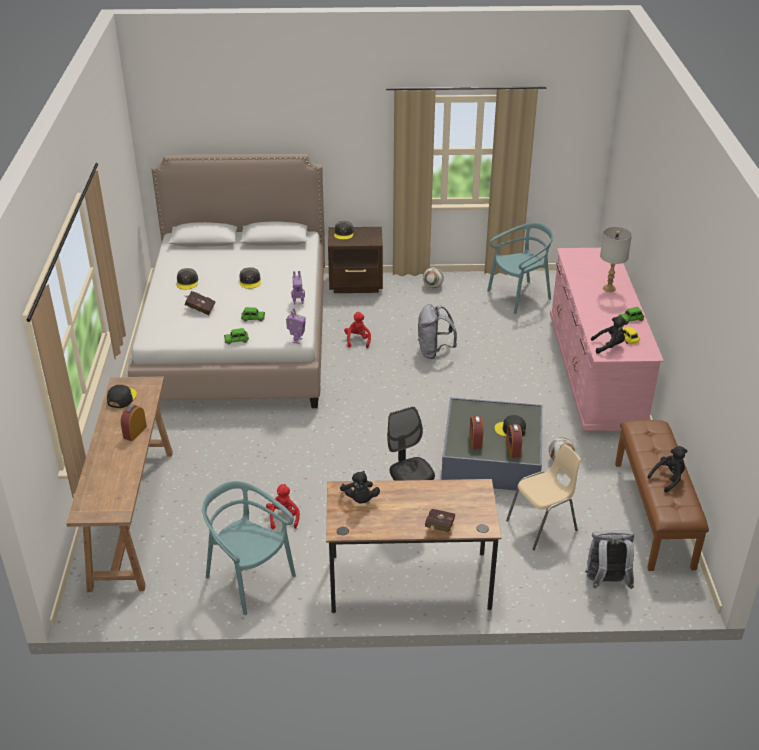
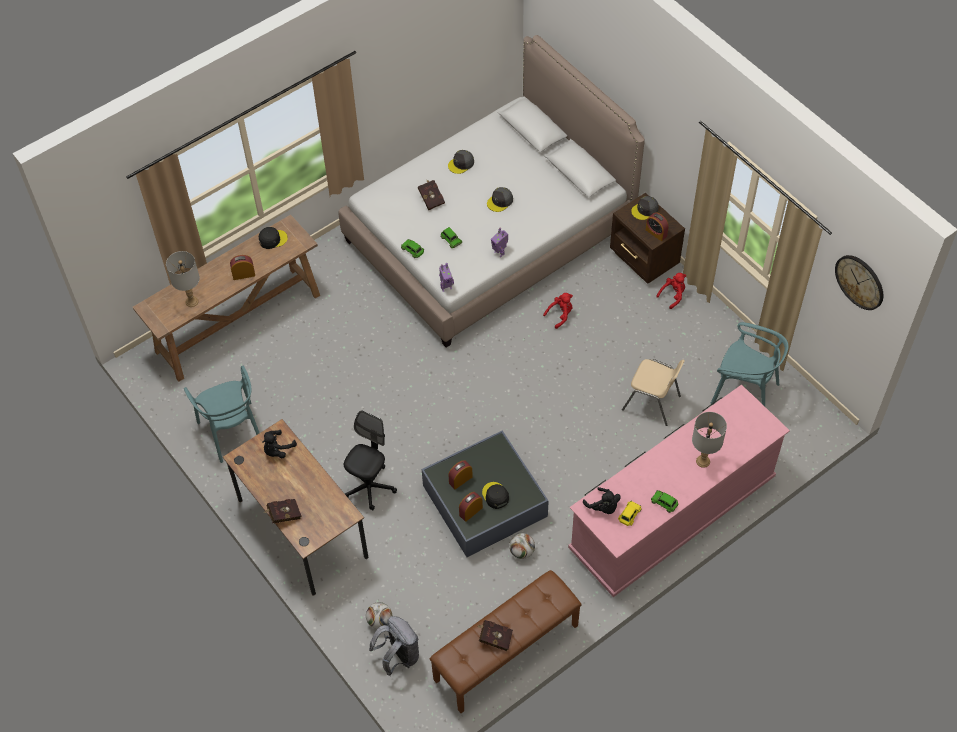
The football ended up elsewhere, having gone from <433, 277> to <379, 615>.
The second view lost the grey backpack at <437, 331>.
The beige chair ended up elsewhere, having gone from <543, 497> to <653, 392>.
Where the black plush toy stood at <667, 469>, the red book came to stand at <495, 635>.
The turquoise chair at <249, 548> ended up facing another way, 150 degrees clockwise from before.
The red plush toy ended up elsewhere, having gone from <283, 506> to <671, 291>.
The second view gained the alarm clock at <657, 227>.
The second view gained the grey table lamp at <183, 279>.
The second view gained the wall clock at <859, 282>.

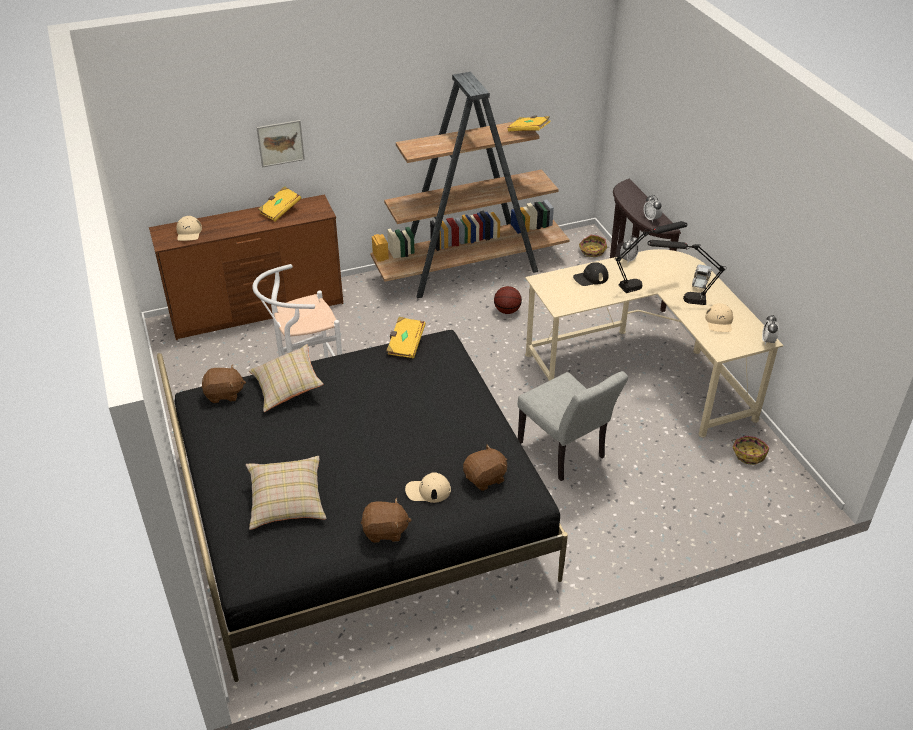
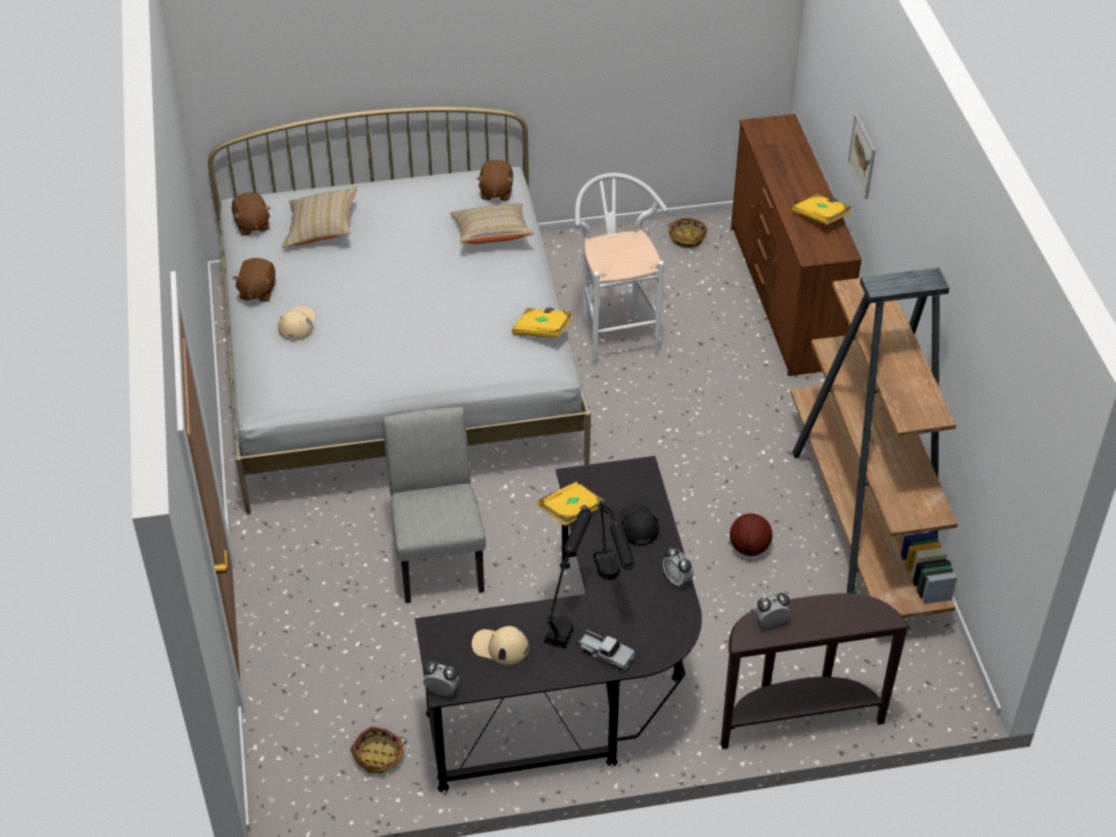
The yellow book ended up elsewhere, having gone from <529, 123> to <571, 504>.
The second view lost the beige cap at <189, 228>.
The basket ended up elsewhere, having gone from <593, 246> to <687, 233>.
What was the beige desk at <654, 343> turned into the black desk at <558, 624>.
What was the black bed at <362, 506> turned into the white bed at <399, 310>.
The grey chair at <573, 426> ended up facing another way, 105 degrees clockwise from before.
The brown plush toy ended up elsewhere, having gone from <485, 467> to <251, 213>.

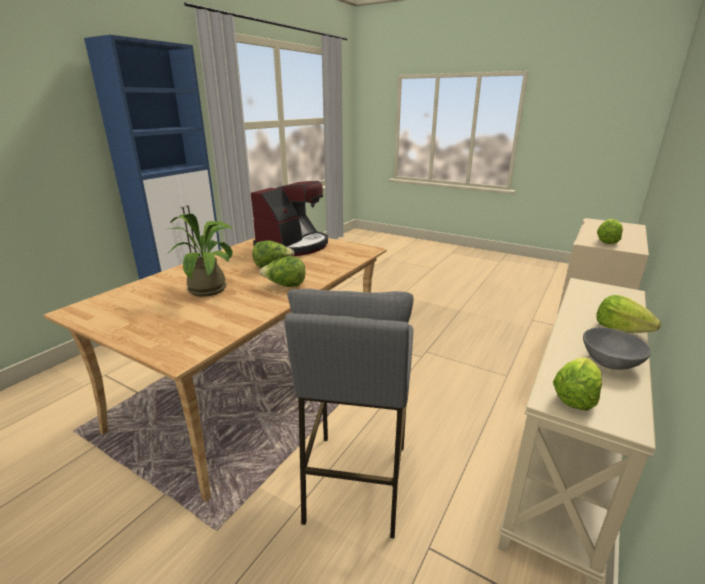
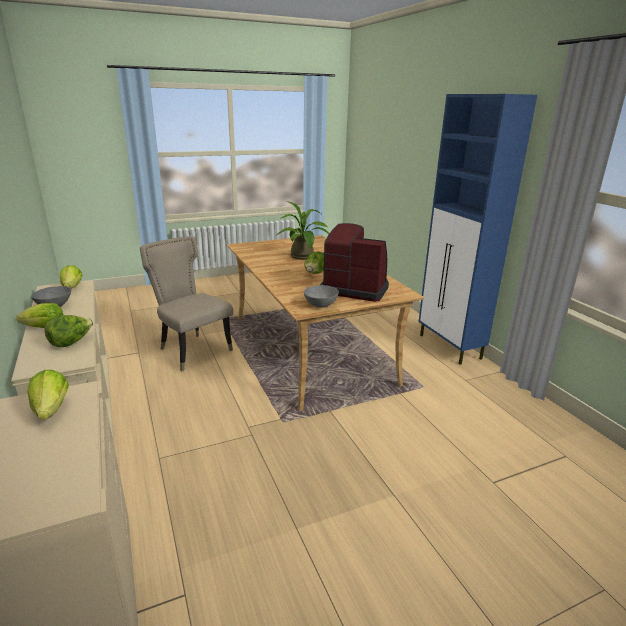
The coffee machine at <289, 218> ended up facing another way, 135 degrees clockwise from before.
The lettuce ended up elsewhere, having gone from <282, 271> to <68, 331>.
Where the grey stool stood at <349, 414>, the beige chair came to stand at <186, 303>.
The second view gained the grey bowl at <321, 296>.

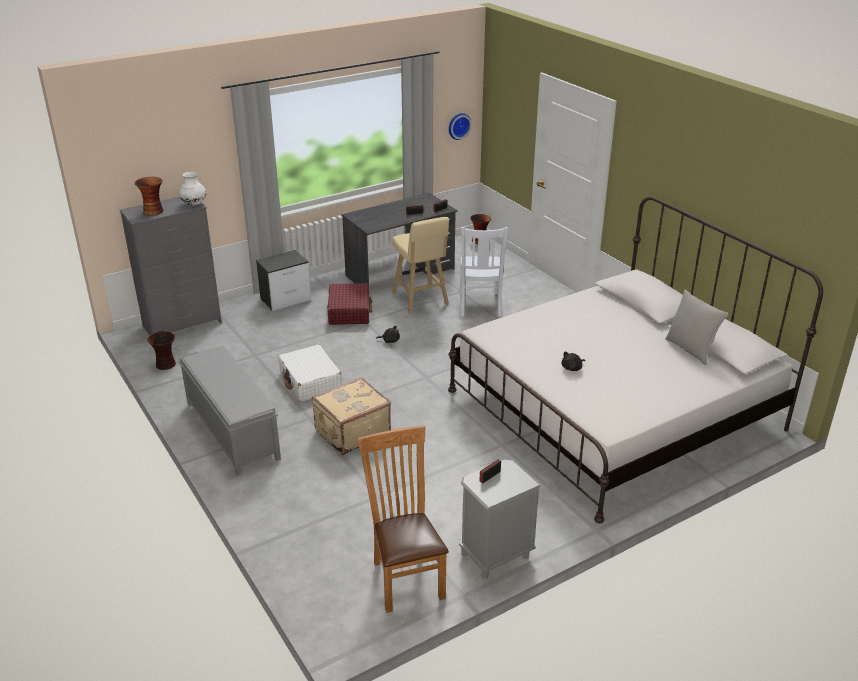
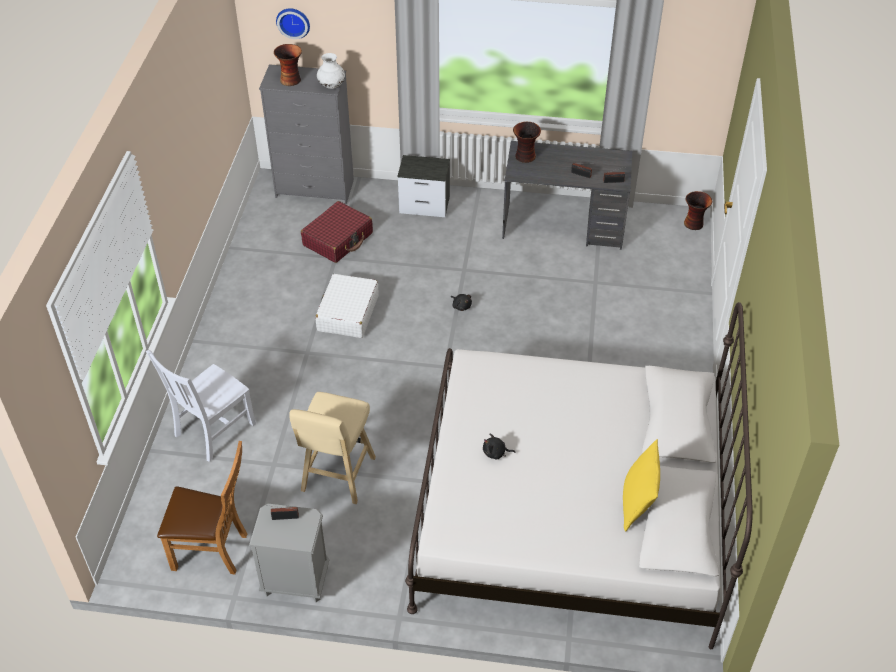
The wall clock ended up elsewhere, having gone from <460, 126> to <293, 24>.
The beige stool ended up elsewhere, having gone from <420, 265> to <332, 448>.
The white chair ended up elsewhere, having gone from <484, 271> to <201, 406>.
The red suitcase ended up elsewhere, having gone from <349, 304> to <337, 232>.
What was the grey pillow at <697, 327> turned into the yellow pillow at <641, 485>.
The vase ended up elsewhere, having gone from <161, 350> to <527, 142>.
The second view lost the grey bench at <230, 411>.
The second view lost the beige suitcase at <351, 416>.
The brown chair at <403, 519> ended up facing another way, 75 degrees clockwise from before.

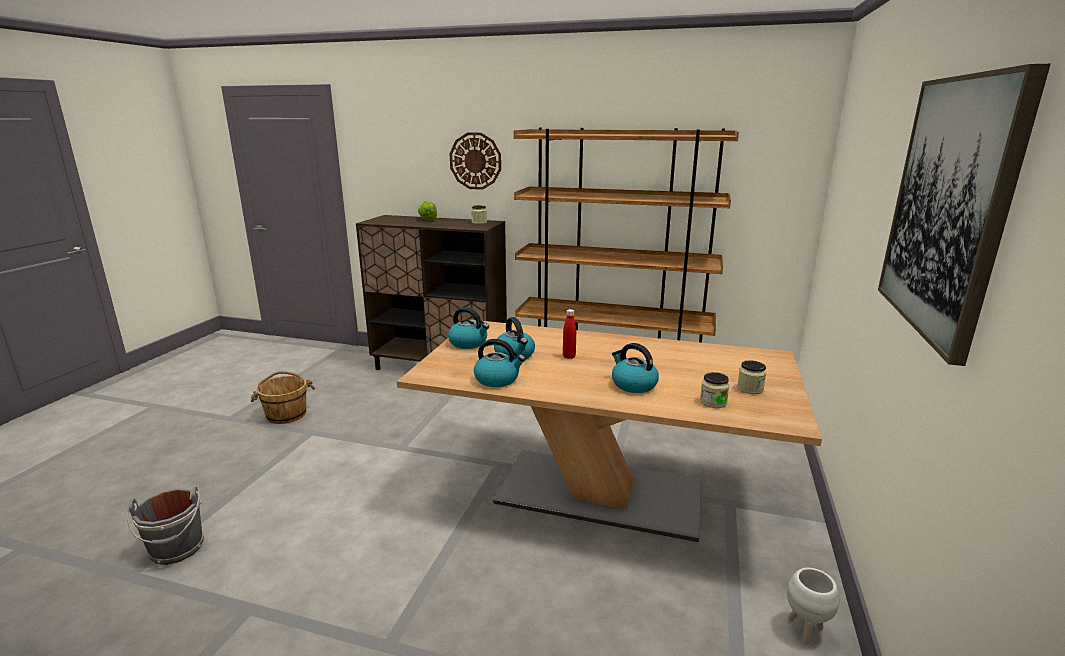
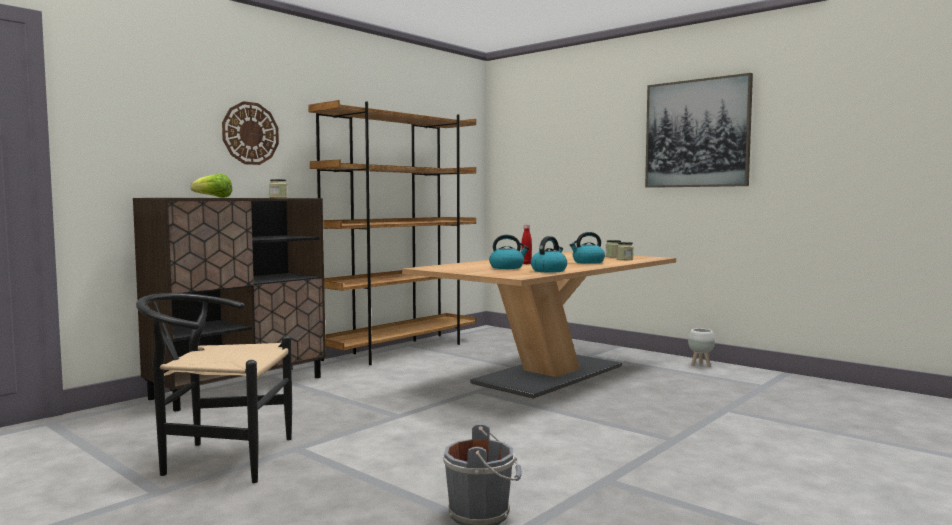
The second view lost the kettle at <468, 328>.
Where the brown bucket stood at <283, 397>, the black chair came to stand at <214, 388>.

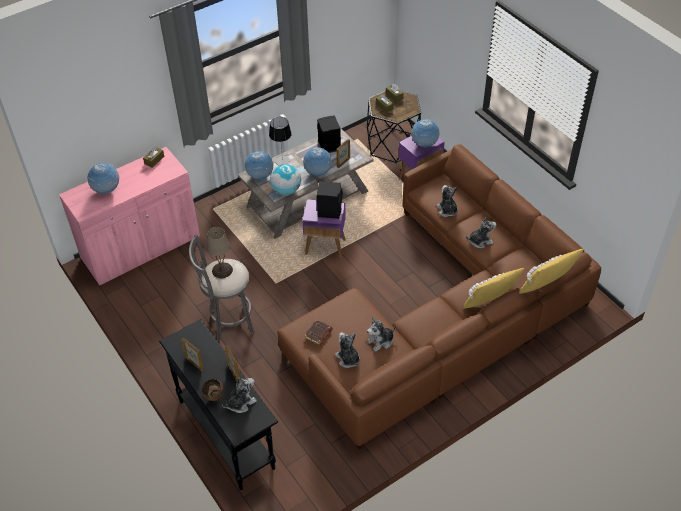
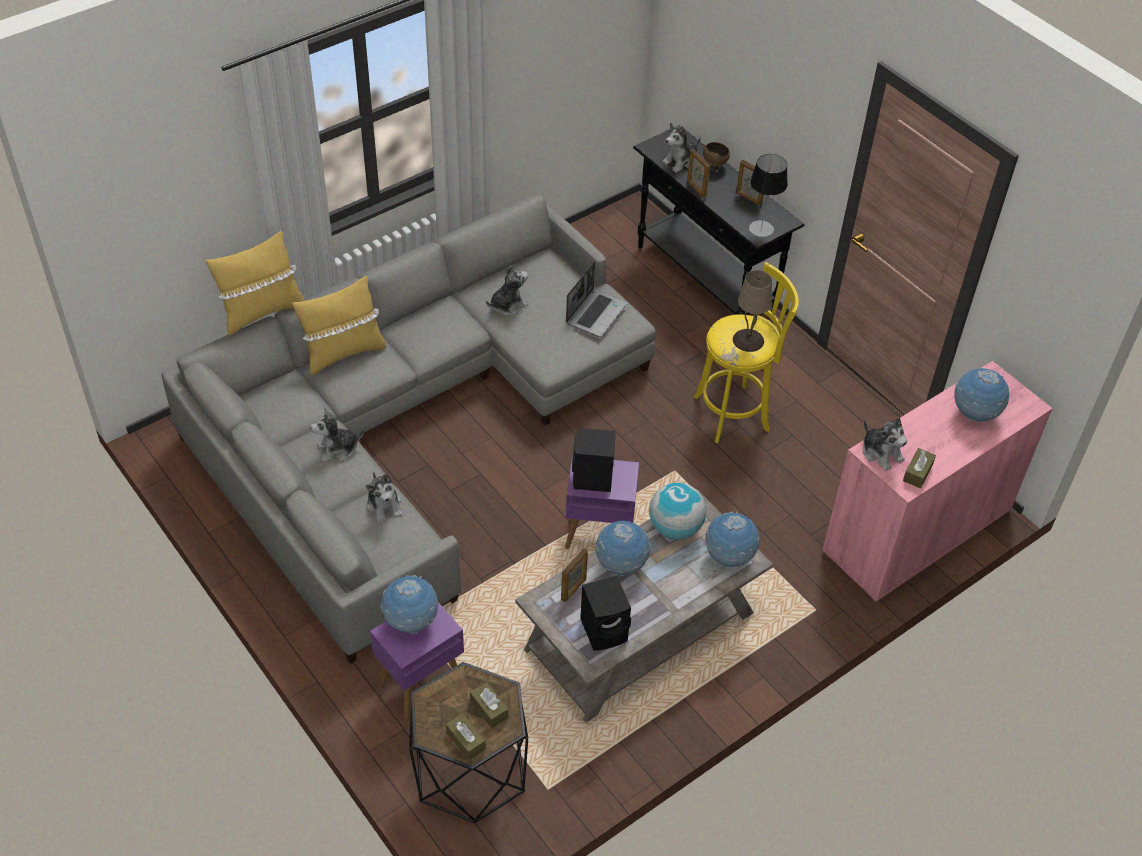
The table lamp ended up elsewhere, having gone from <280, 141> to <768, 195>.
What was the brown sofa at <439, 297> turned into the grey sofa at <408, 429>.
What was the grey stool at <222, 288> turned into the yellow stool at <746, 352>.
Where the brown book stood at <318, 332>, the laptop came to stand at <596, 299>.
The plush toy ended up elsewhere, having gone from <347, 350> to <885, 444>.

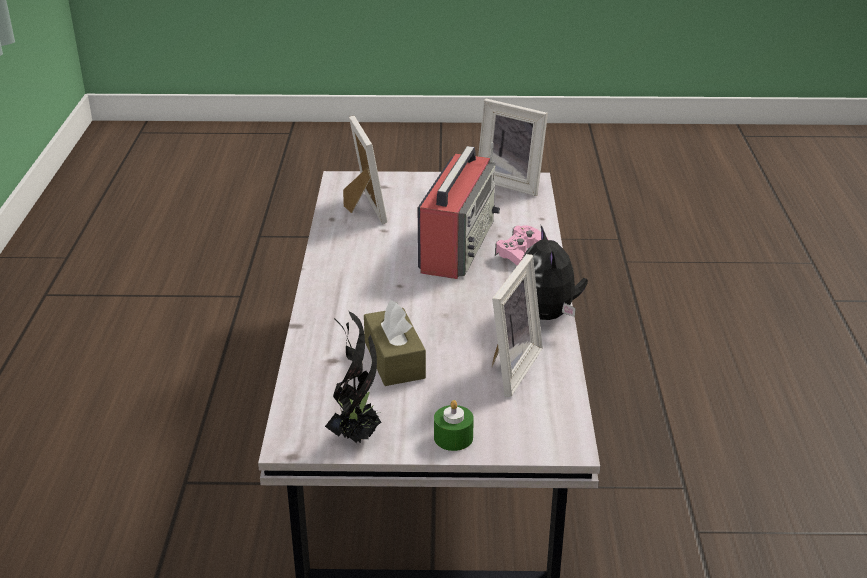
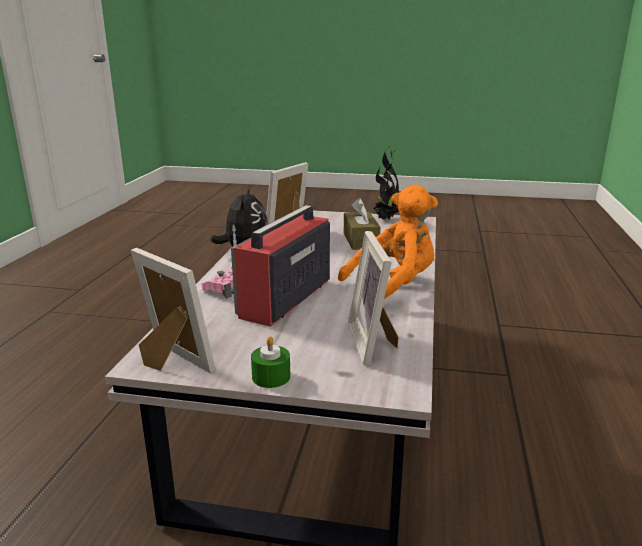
The green candle ended up elsewhere, having gone from <454, 425> to <270, 362>.
The second view gained the orange plush toy at <388, 242>.

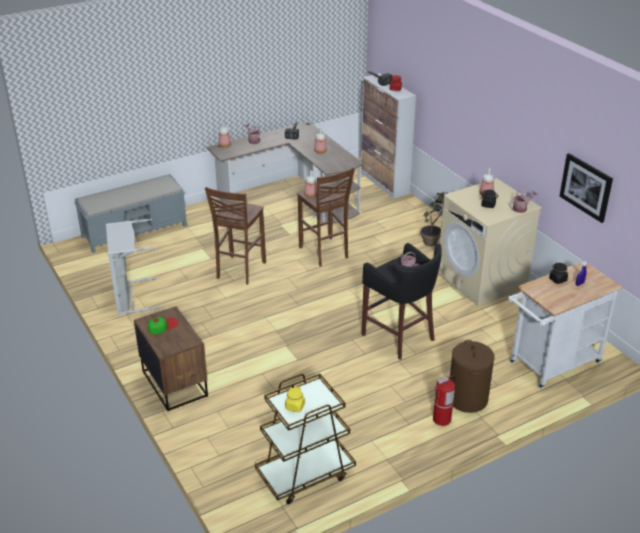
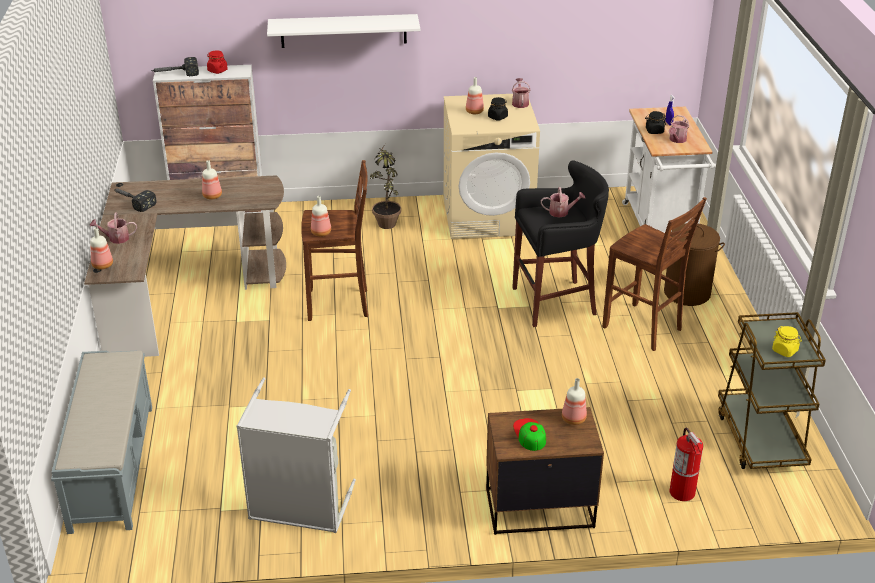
The second view lost the picture at <586, 188>.
The brown stool ended up elsewhere, having gone from <235, 236> to <654, 274>.
The fire extinguisher ended up elsewhere, having gone from <444, 400> to <686, 464>.
The second view gained the white shelf at <343, 31>.
The second view gained the watering can at <679, 129>.
The second view gained the bottle at <574, 401>.

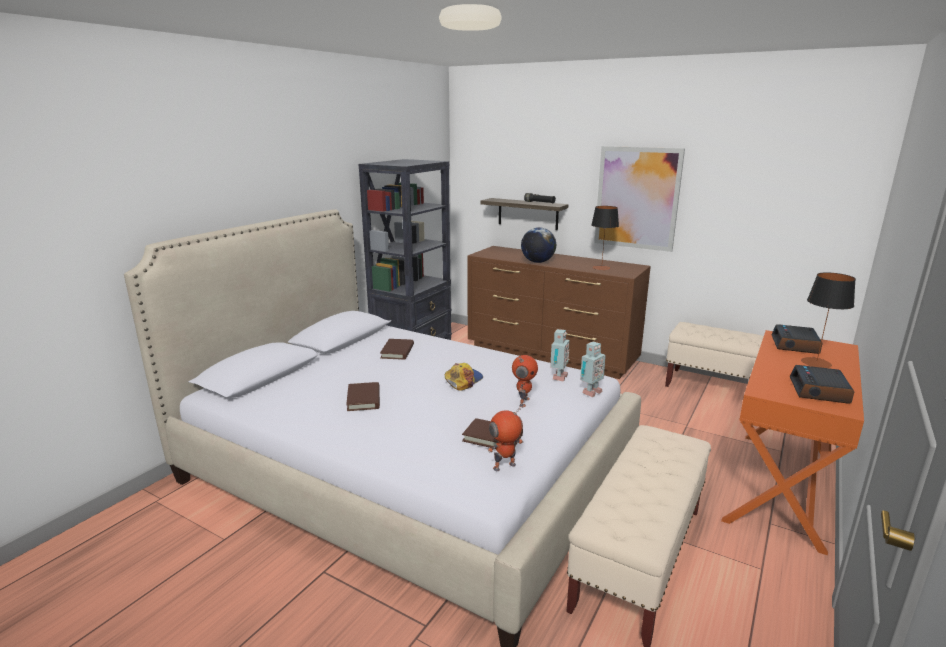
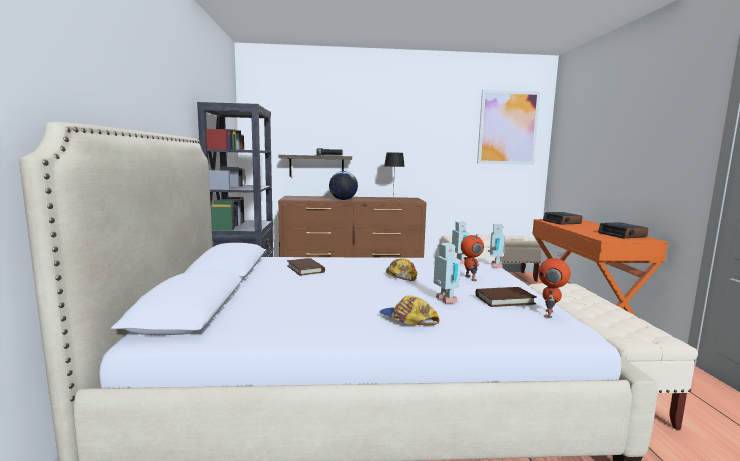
The picture ended up elsewhere, having gone from <639, 199> to <508, 127>.
The second view lost the table lamp at <828, 320>.
The second view lost the brown book at <363, 396>.
The second view gained the toy robot at <447, 273>.
The second view gained the cap at <409, 310>.

